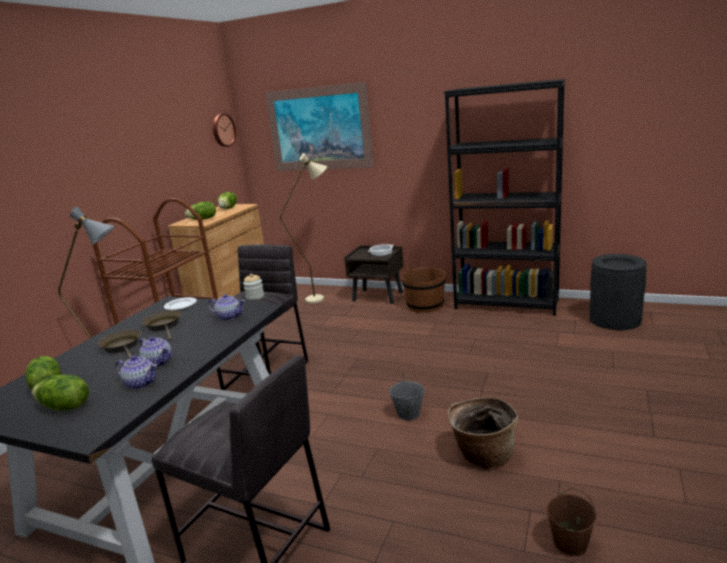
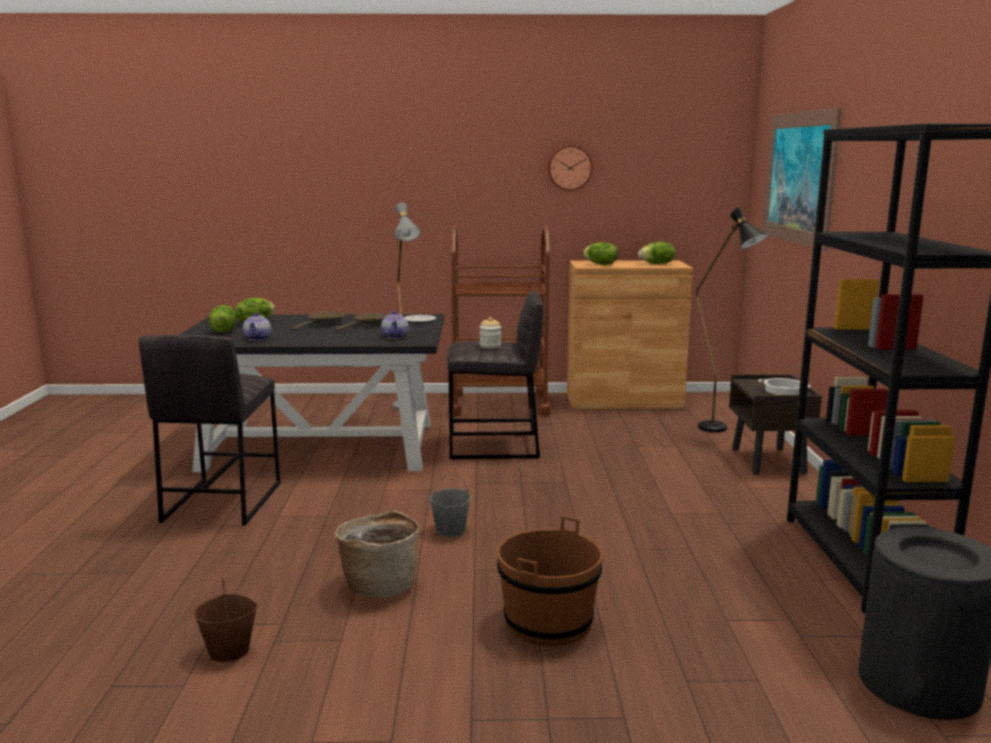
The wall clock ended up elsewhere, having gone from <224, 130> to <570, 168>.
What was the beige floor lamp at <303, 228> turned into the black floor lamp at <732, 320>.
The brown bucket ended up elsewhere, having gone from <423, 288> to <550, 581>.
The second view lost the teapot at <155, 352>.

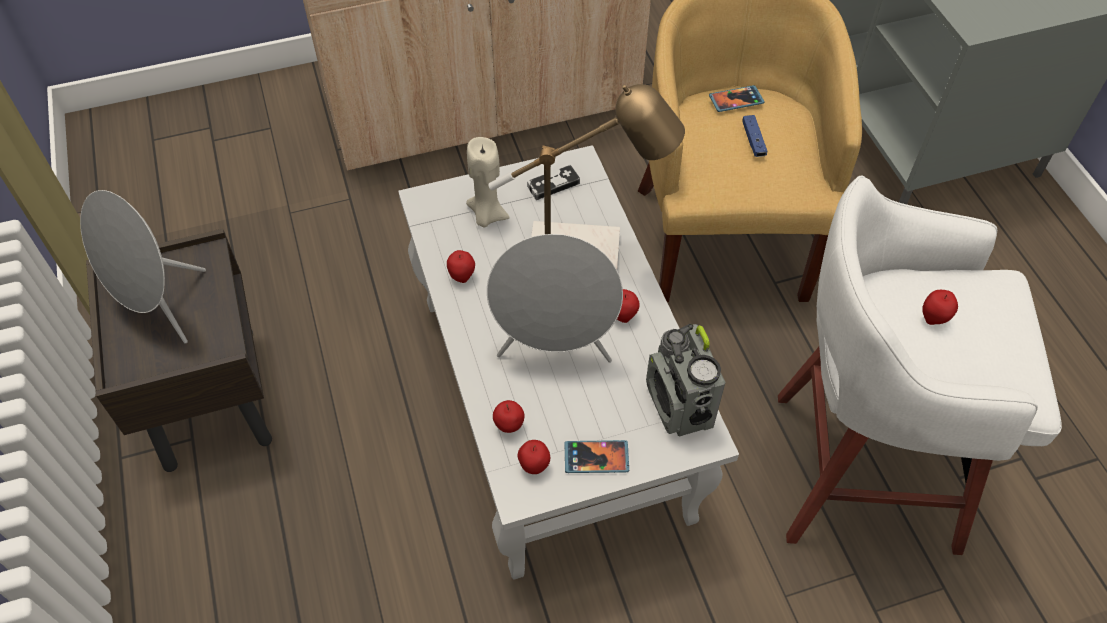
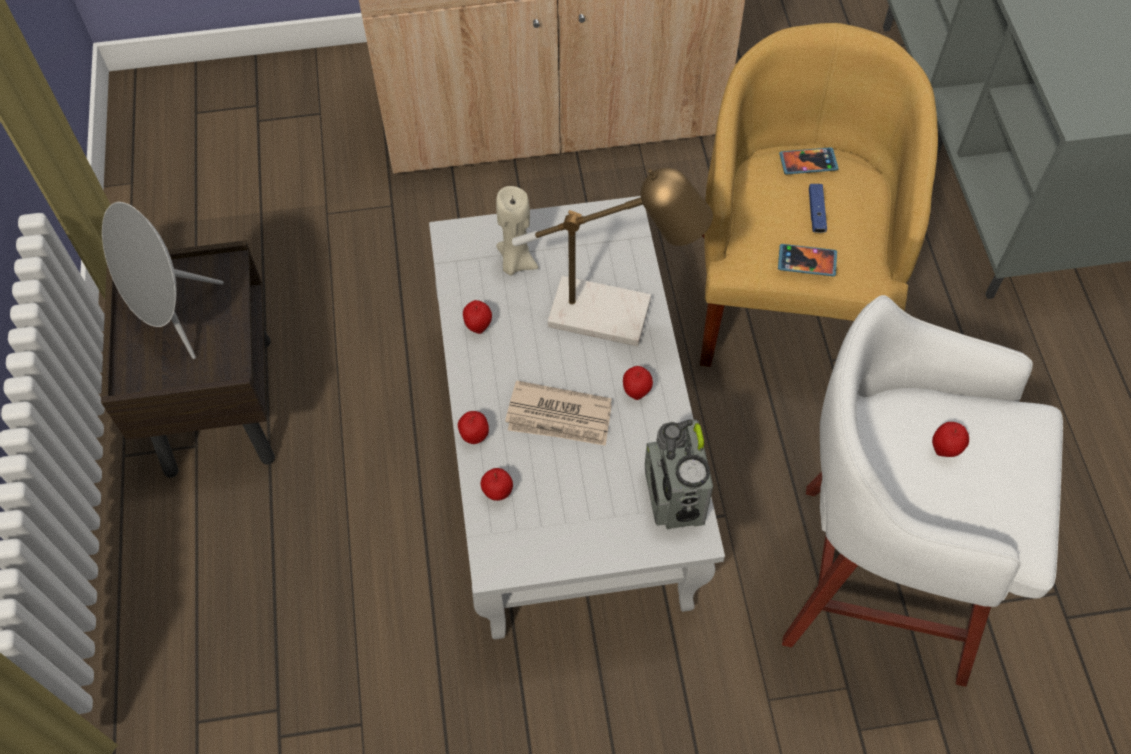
The second view lost the game controller at <553, 182>.
Where the grey speaker stood at <555, 298>, the newspaper came to stand at <558, 413>.
The apple ended up elsewhere, having gone from <534, 457> to <473, 427>.
The phone ended up elsewhere, having gone from <596, 456> to <807, 260>.

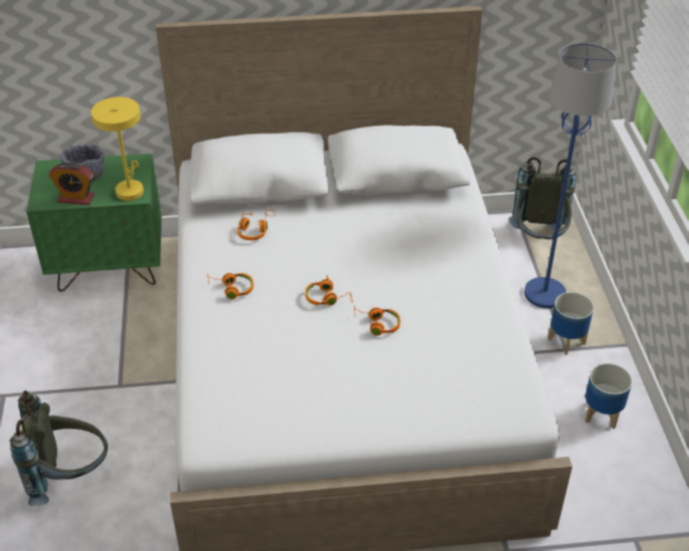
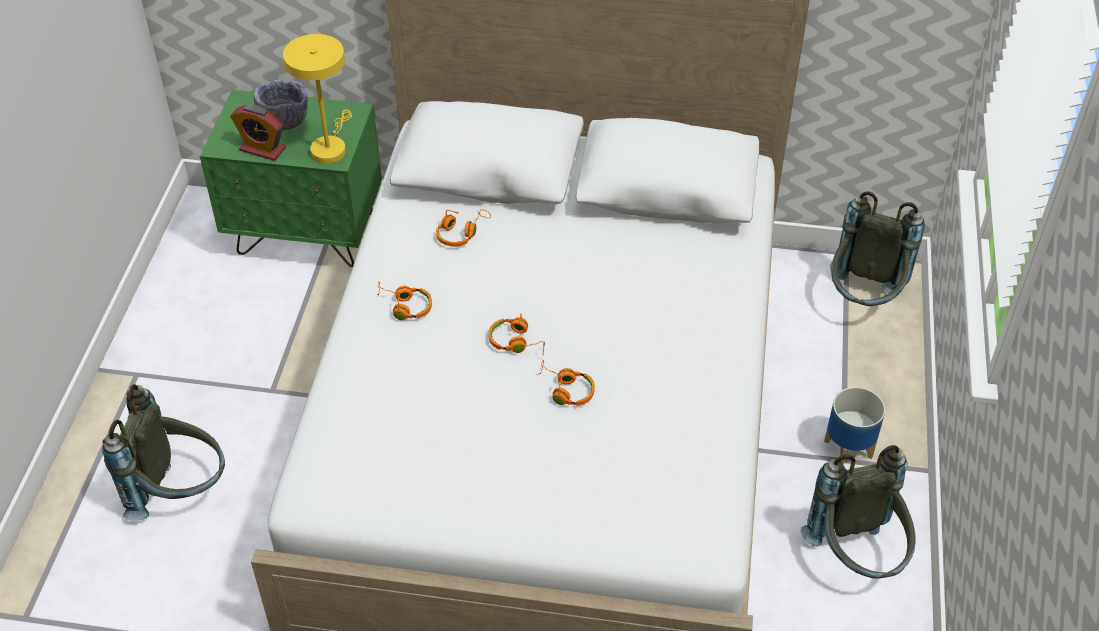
The second view lost the blue floor lamp at <570, 175>.
Where the planter stood at <608, 396>, the grey backpack came to stand at <858, 512>.

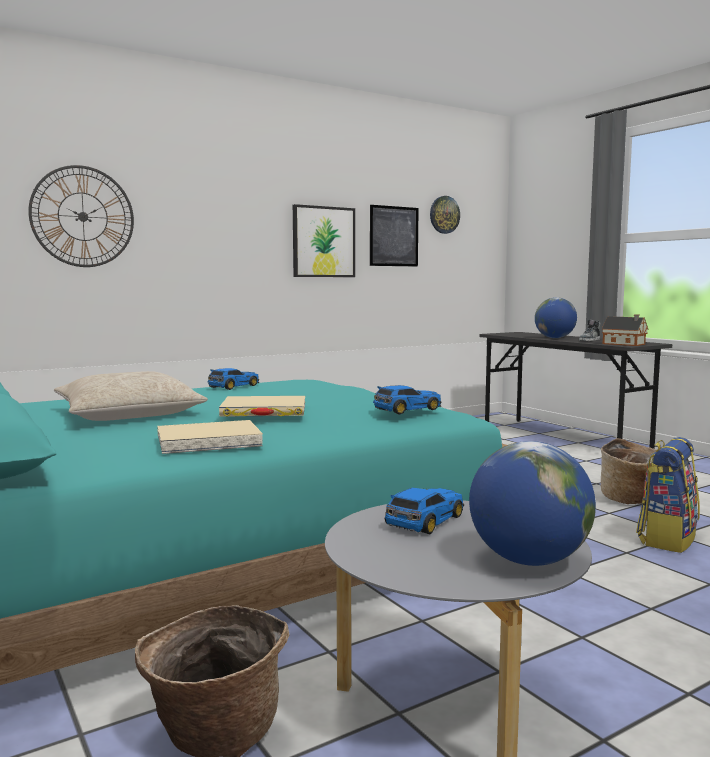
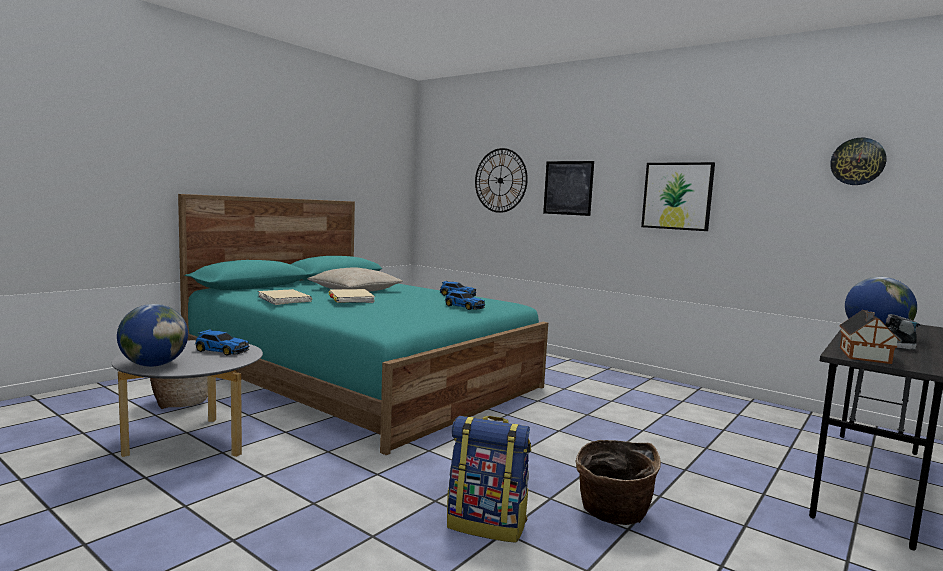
The picture ended up elsewhere, having gone from <394, 235> to <568, 188>.
The toy car ended up elsewhere, having gone from <407, 400> to <465, 300>.

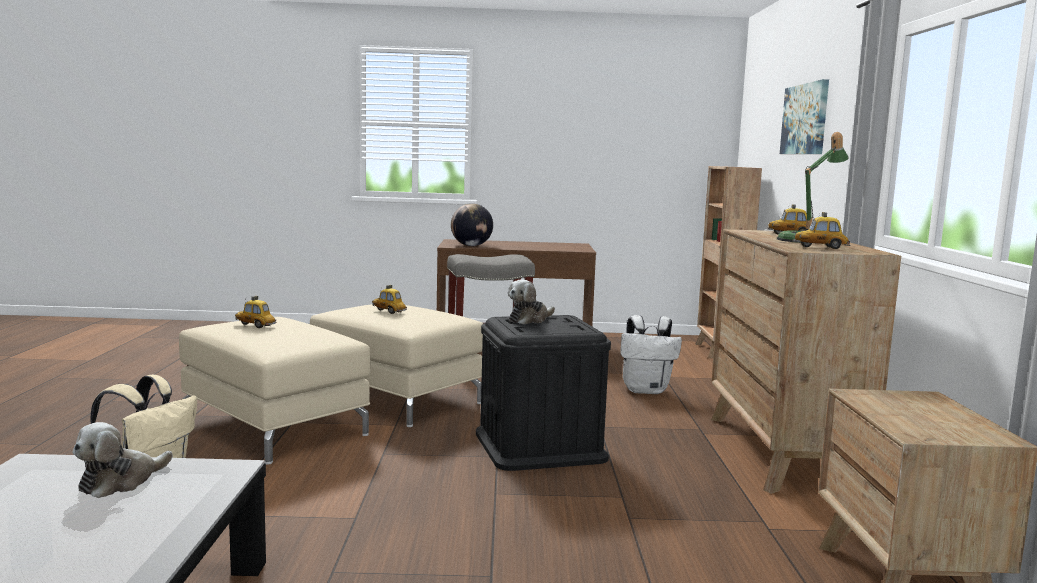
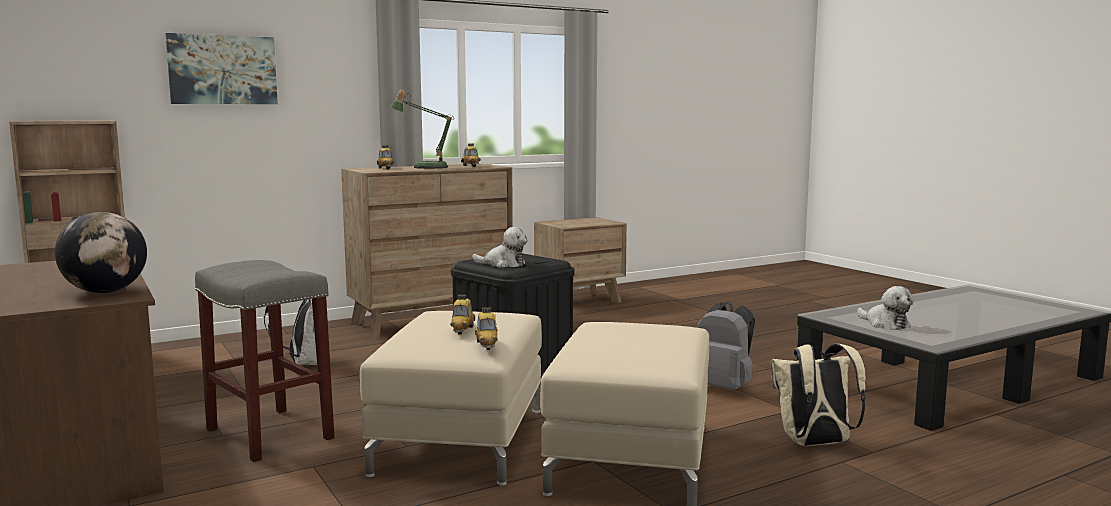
The toy car ended up elsewhere, having gone from <255, 312> to <486, 328>.
The plush toy at <122, 460> ended up facing another way, 60 degrees clockwise from before.
The second view gained the grey backpack at <726, 345>.

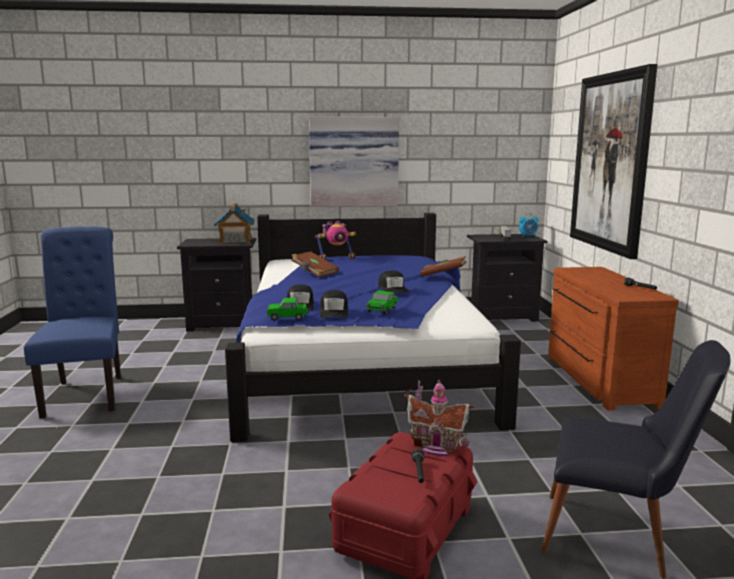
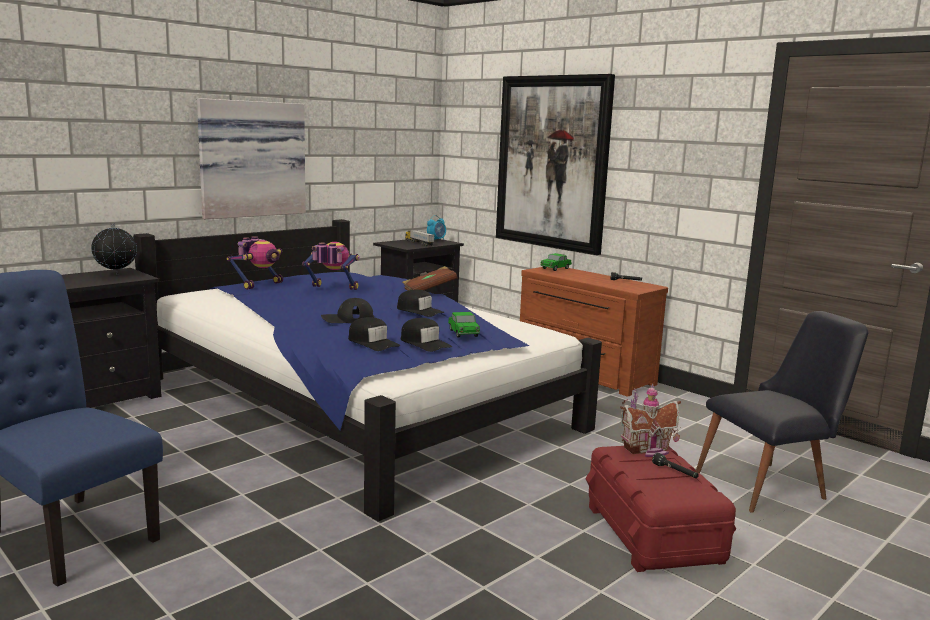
Where the toy house stood at <234, 223>, the globe came to stand at <114, 249>.
The second view lost the brown book at <315, 264>.
The toy car ended up elsewhere, having gone from <287, 309> to <556, 262>.
The second view gained the toy robot at <331, 266>.
The second view gained the black cap at <347, 310>.

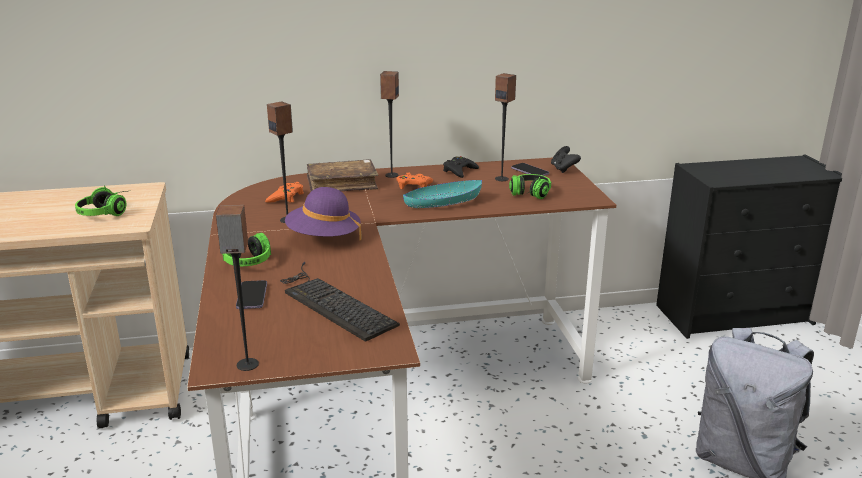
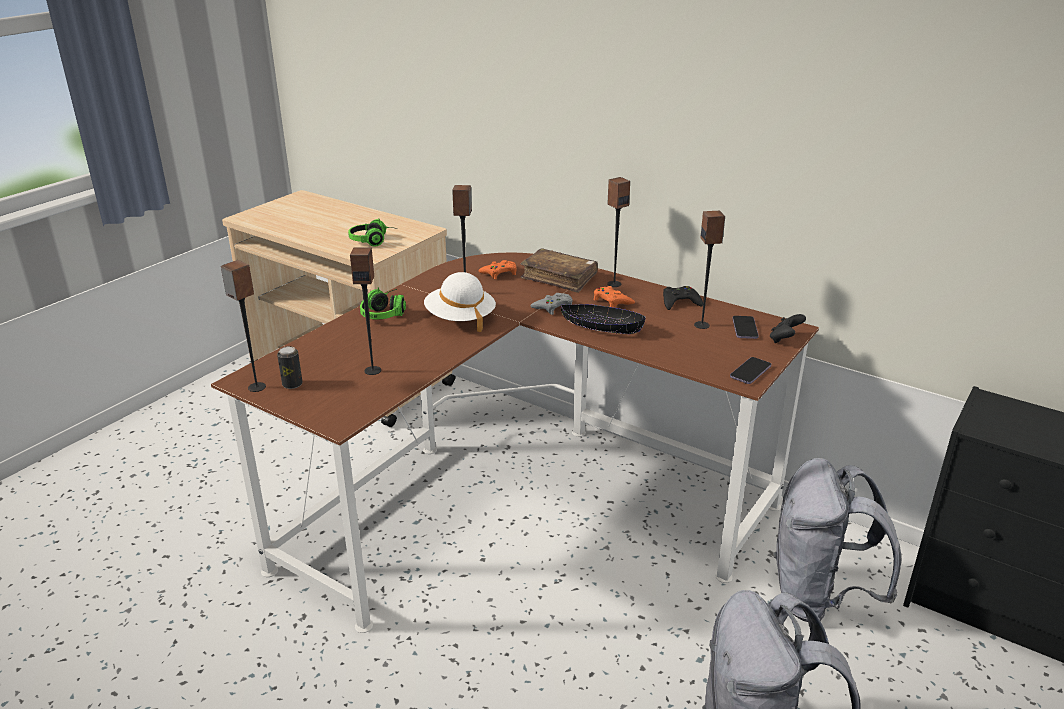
The second view lost the headphones at <530, 186>.
What was the turquoise bowl at <442, 194> turned into the black bowl at <603, 319>.
What was the purple hat at <323, 213> turned into the white hat at <460, 302>.
Where the keyboard stood at <340, 302>, the speaker came to stand at <365, 311>.
The phone ended up elsewhere, having gone from <251, 294> to <750, 370>.
The second view gained the grey game controller at <551, 304>.
The second view gained the can at <290, 367>.
The second view gained the grey backpack at <837, 540>.

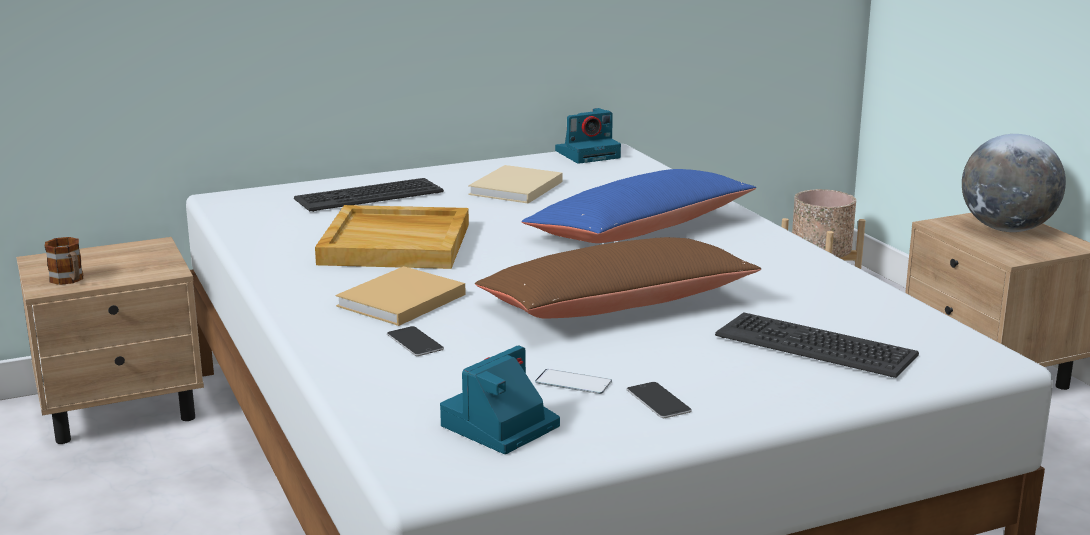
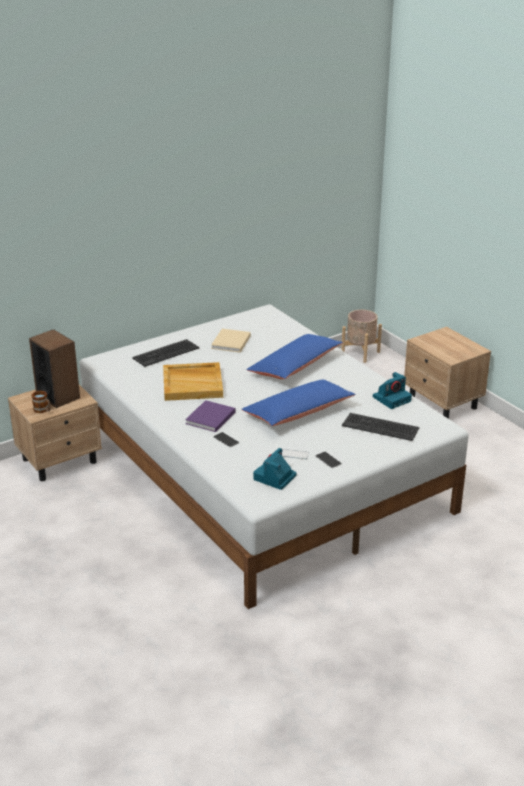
The photo camera ended up elsewhere, having gone from <588, 136> to <392, 390>.
The second view lost the globe at <1014, 183>.
What was the brown pillow at <618, 277> turned into the blue pillow at <298, 403>.
What was the beige book at <401, 296> turned into the purple book at <210, 416>.
The second view gained the speaker at <54, 368>.

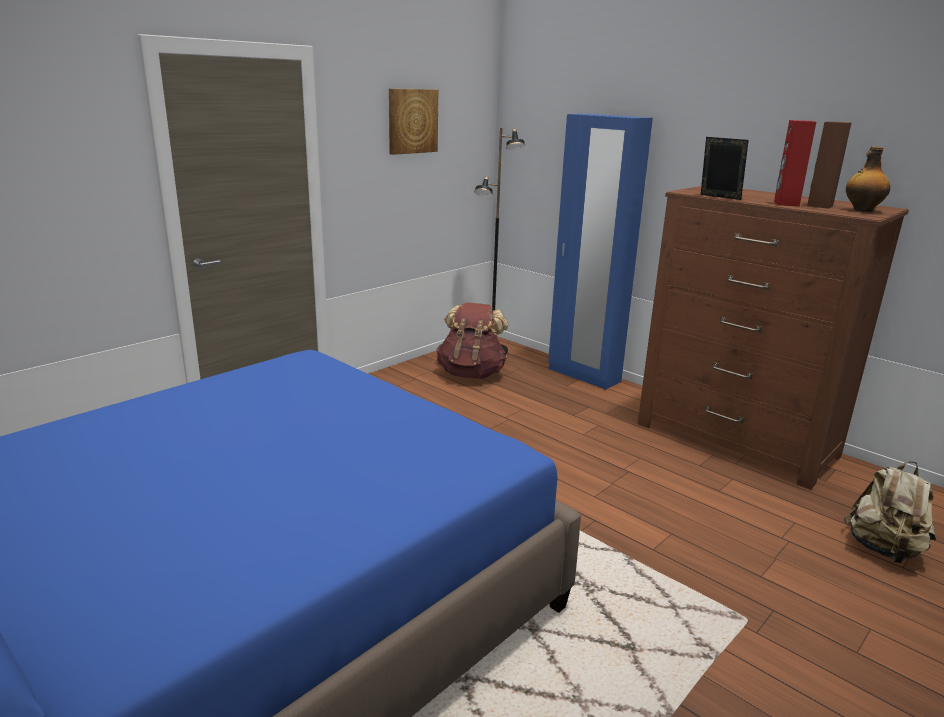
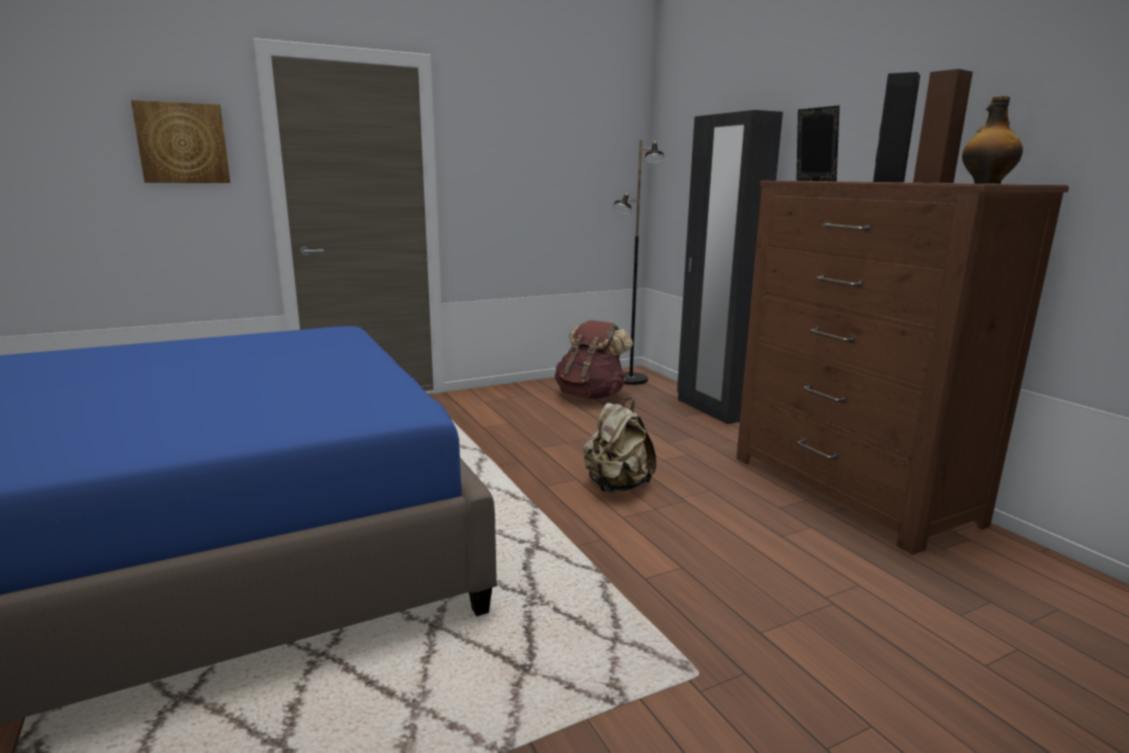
The picture ended up elsewhere, having gone from <413, 122> to <180, 141>.
What was the blue wardrobe at <600, 252> turned into the black wardrobe at <730, 267>.
What was the red speaker at <795, 163> turned into the black speaker at <896, 127>.
The beige backpack ended up elsewhere, having gone from <890, 512> to <619, 445>.

